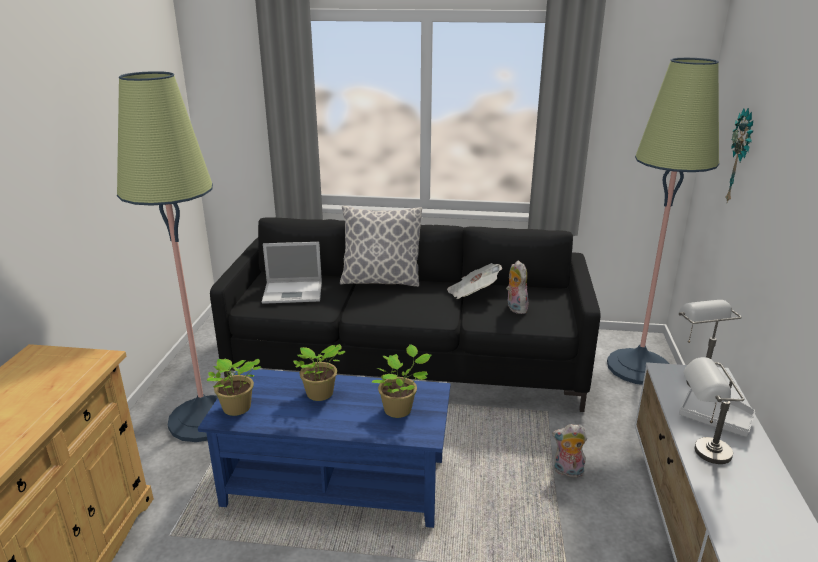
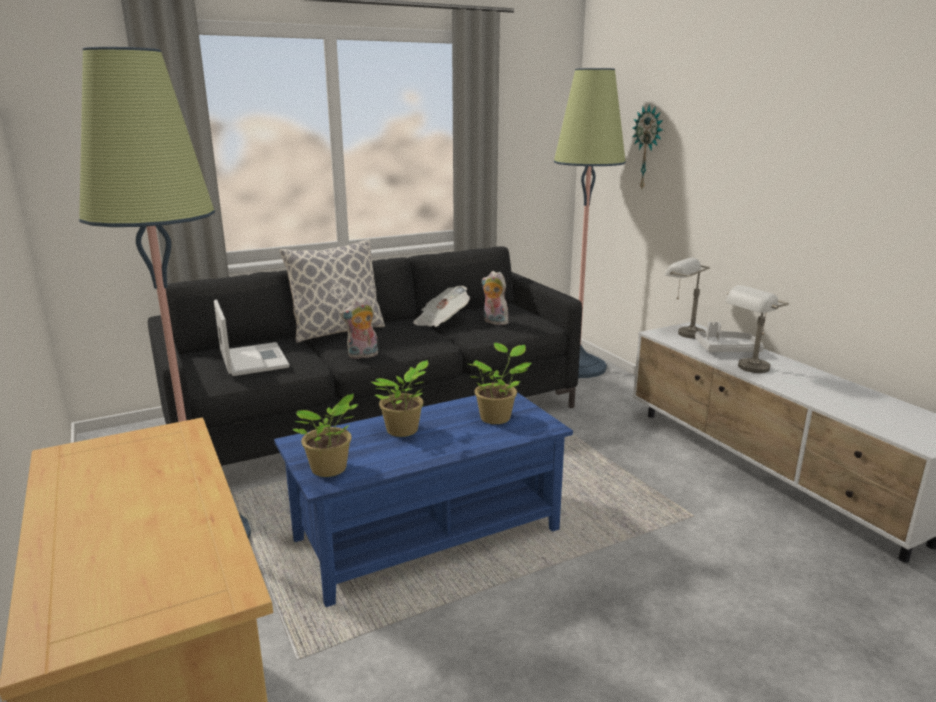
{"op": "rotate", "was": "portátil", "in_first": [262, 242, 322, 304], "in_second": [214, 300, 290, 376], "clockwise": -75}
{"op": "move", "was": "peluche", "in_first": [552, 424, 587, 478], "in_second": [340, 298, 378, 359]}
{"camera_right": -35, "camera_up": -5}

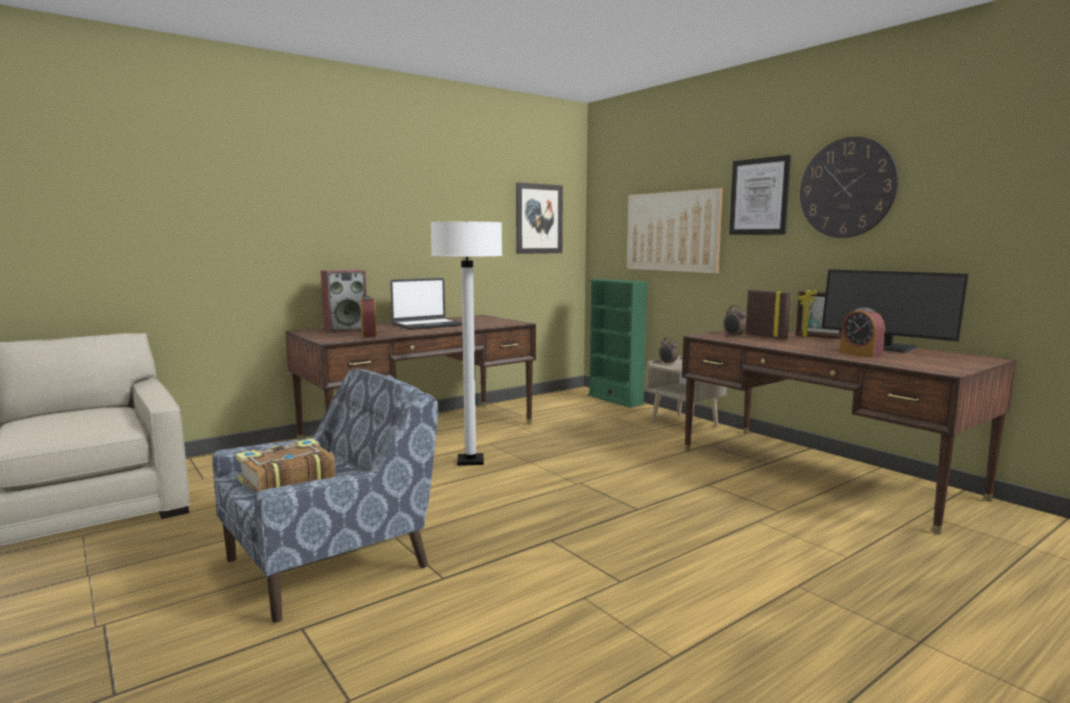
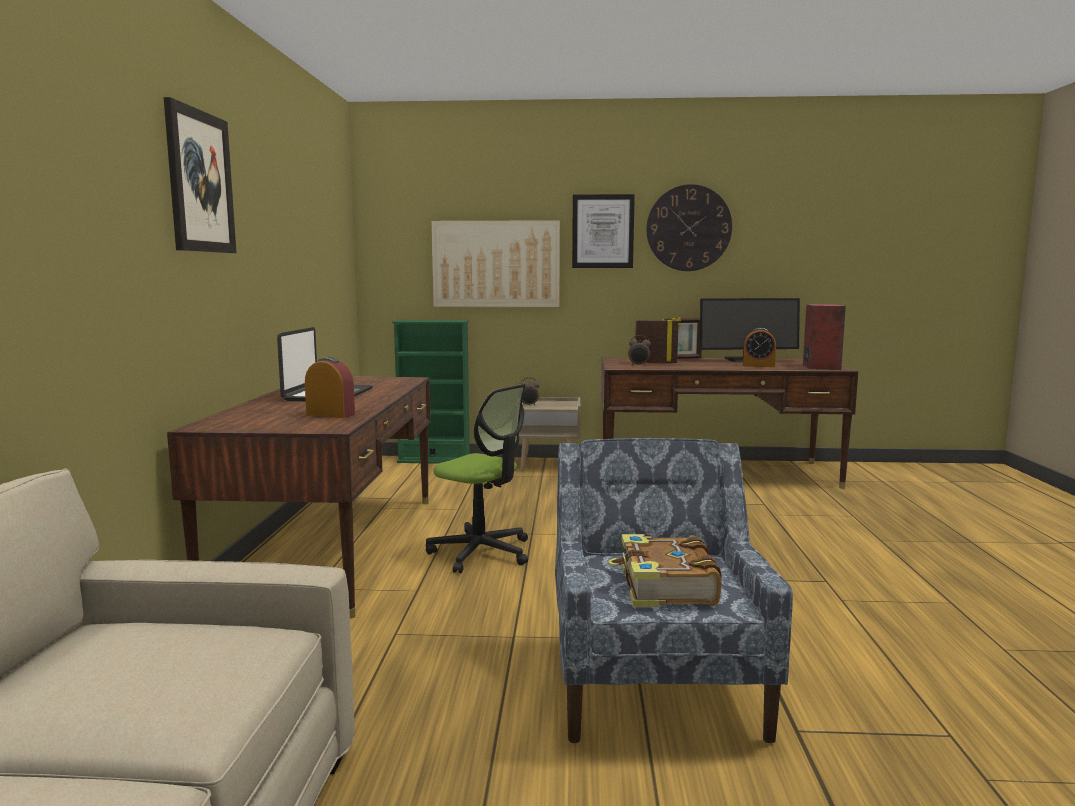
{"op": "move", "was": "altavoz", "in_first": [321, 270, 367, 333], "in_second": [803, 304, 846, 370]}
{"op": "replace", "was": "lámpara de pie [blanco]", "now": "silla de oficina", "in_first": [430, 221, 502, 466], "in_second": [426, 384, 528, 573]}
{"op": "move", "was": "cuadro", "in_first": [516, 183, 563, 254], "in_second": [163, 97, 236, 253]}
{"camera_right": -50, "camera_up": 0}

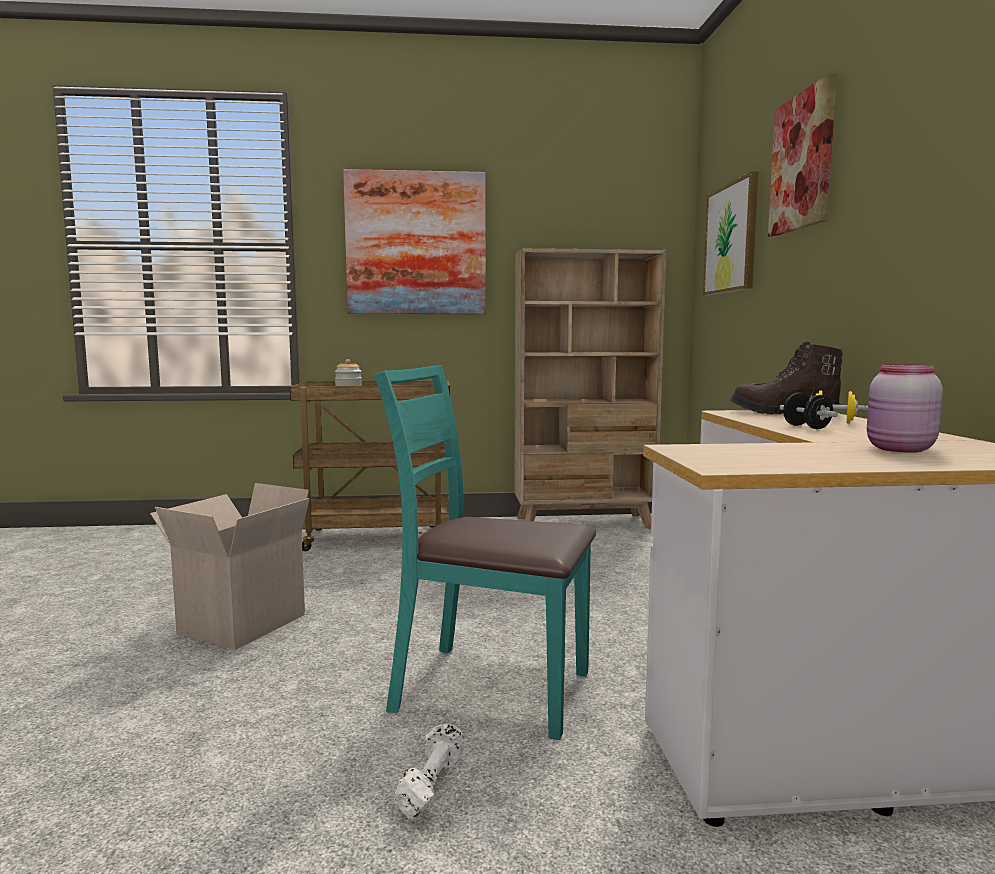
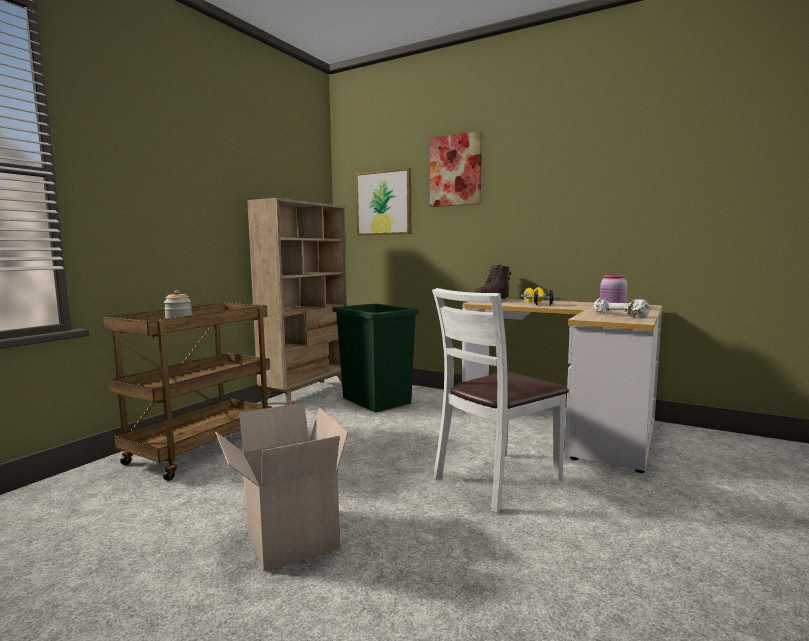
{"op": "delete", "was": "cuadro", "in_first": [343, 169, 486, 314]}
{"op": "recolor", "was": "silla [turquesa]", "now": "silla [blanco]", "in_first": [374, 365, 596, 740], "in_second": [432, 288, 569, 513]}
{"op": "move", "was": "mancuerna [blanco]", "in_first": [395, 723, 465, 820], "in_second": [594, 298, 651, 317]}
{"op": "insert", "now": "papelera [verde]", "in_second": [332, 304, 419, 412]}
{"camera_right": -55, "camera_up": 0}

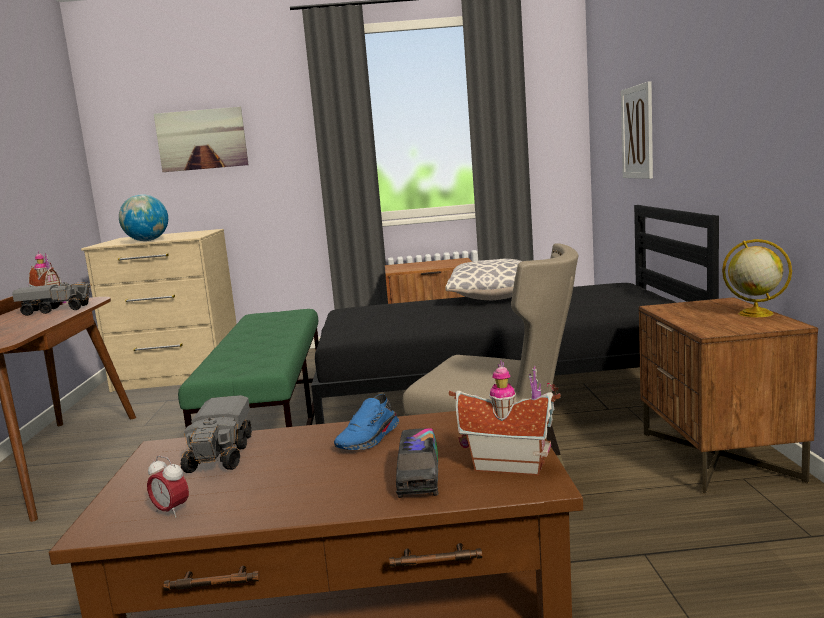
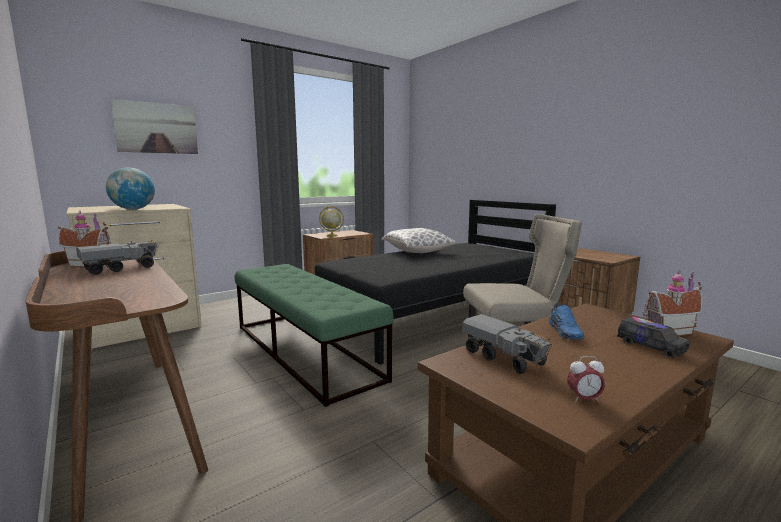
{"op": "delete", "was": "cuadro", "in_first": [621, 81, 653, 179]}
{"op": "move", "was": "globo terráqueo", "in_first": [722, 239, 792, 317], "in_second": [319, 206, 344, 237]}
{"camera_right": -35, "camera_up": 0}

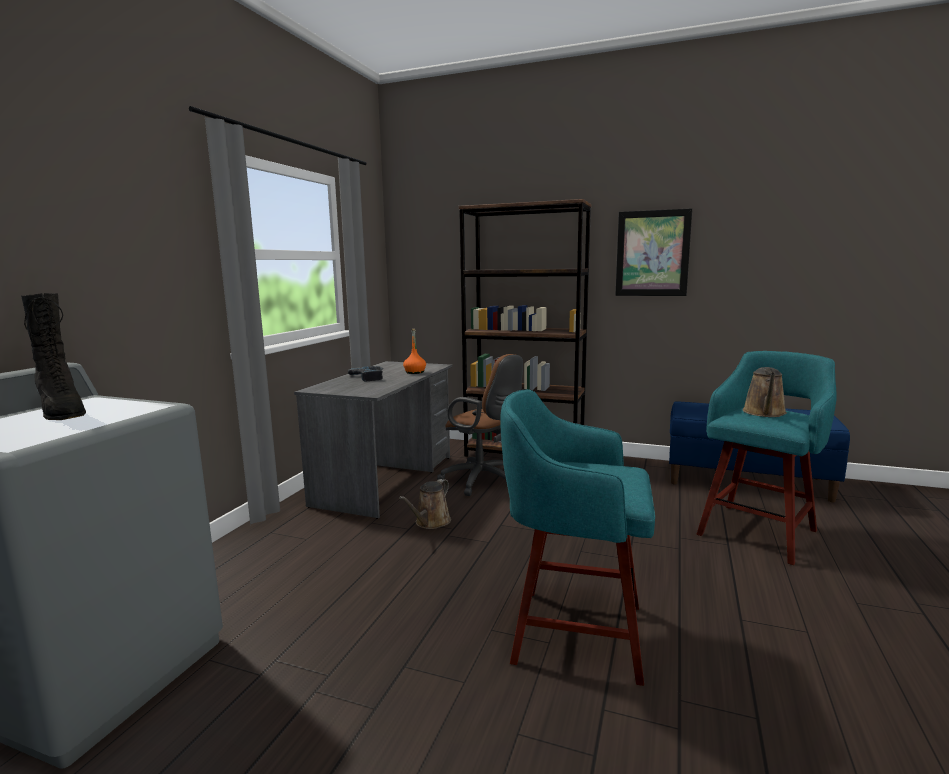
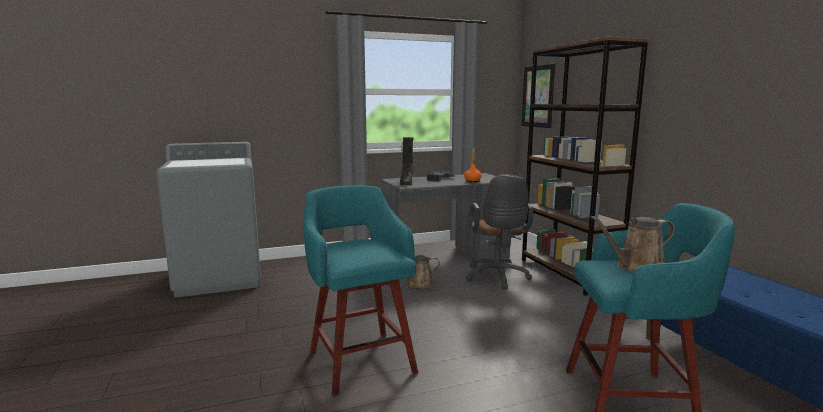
{"op": "move", "was": "bota [negro]", "in_first": [21, 293, 86, 420], "in_second": [400, 137, 414, 185]}
{"op": "move", "was": "cuadro", "in_first": [615, 208, 692, 296], "in_second": [522, 63, 555, 128]}
{"camera_right": 50, "camera_up": 0}

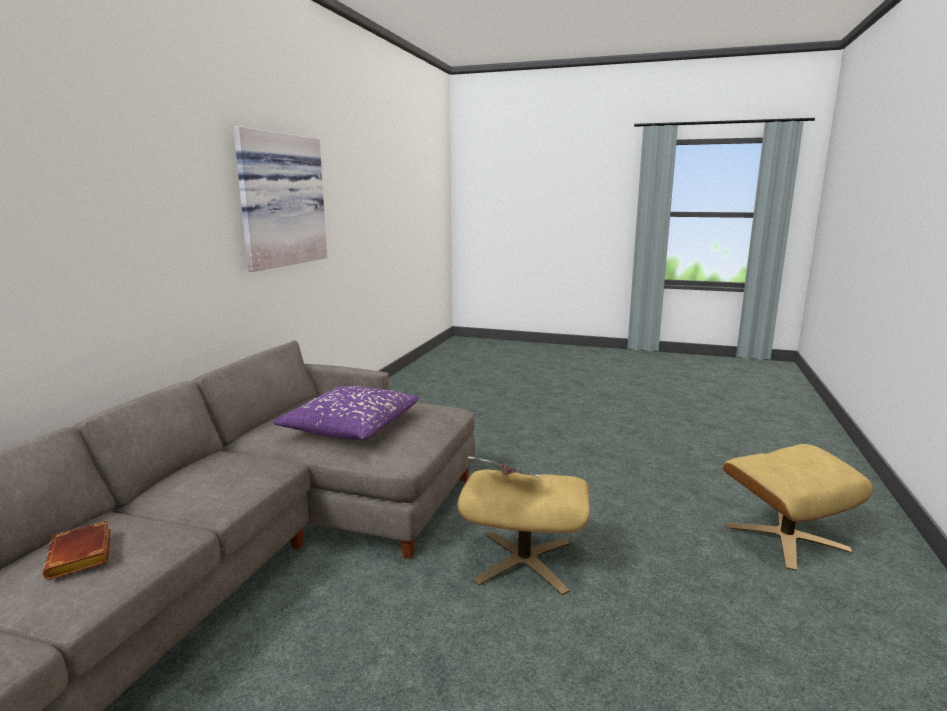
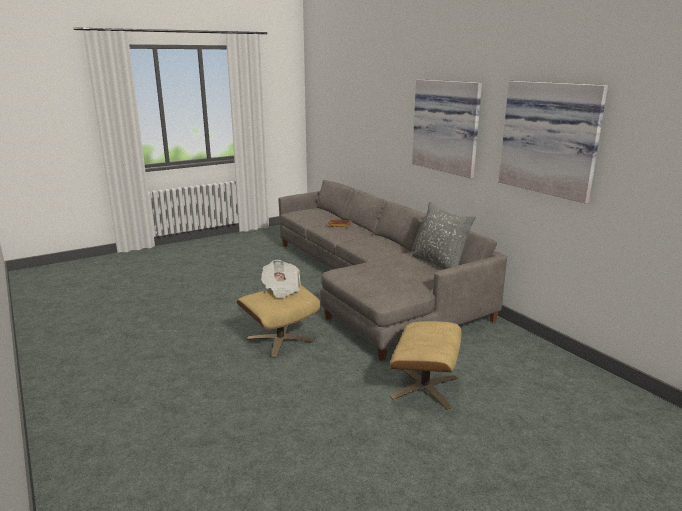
{"op": "delete", "was": "cojín [morado]", "in_first": [273, 386, 419, 440]}
{"op": "move", "was": "puf [beis]", "in_first": [723, 444, 873, 571], "in_second": [390, 321, 462, 410]}
{"op": "insert", "now": "cuadro", "in_second": [412, 79, 482, 178]}
{"op": "insert", "now": "cojín [gris]", "in_second": [412, 202, 476, 269]}
{"camera_right": 130, "camera_up": 5}

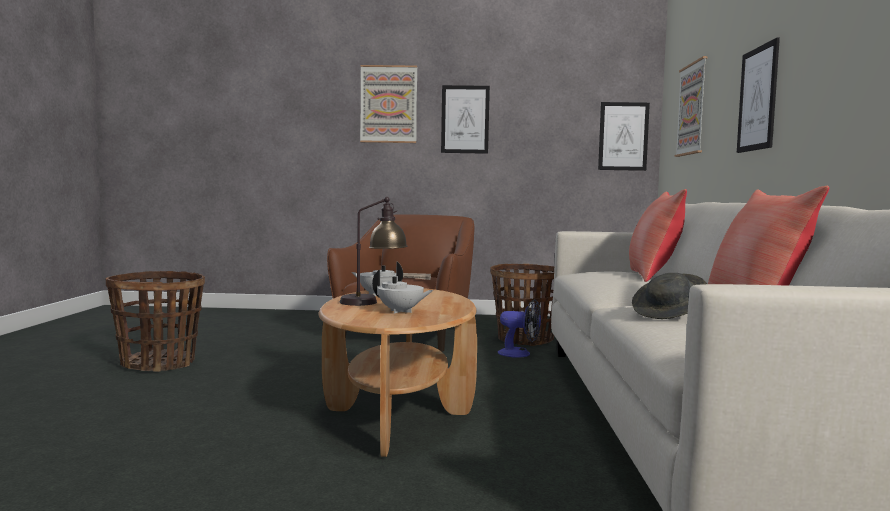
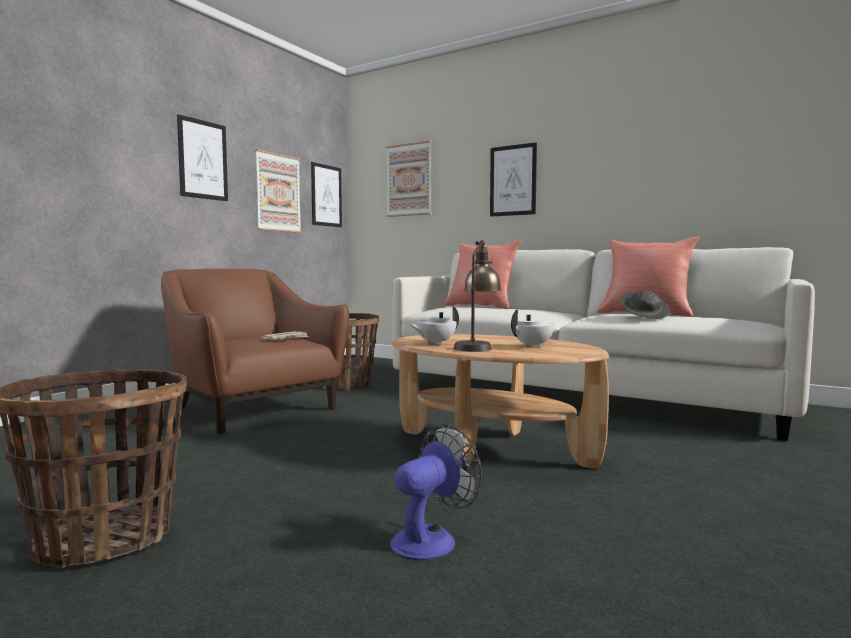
{"op": "move", "was": "cuadro", "in_first": [360, 65, 417, 143], "in_second": [255, 149, 302, 233]}
{"op": "move", "was": "ventilador", "in_first": [498, 299, 541, 358], "in_second": [390, 424, 482, 560]}
{"camera_right": -60, "camera_up": 0}

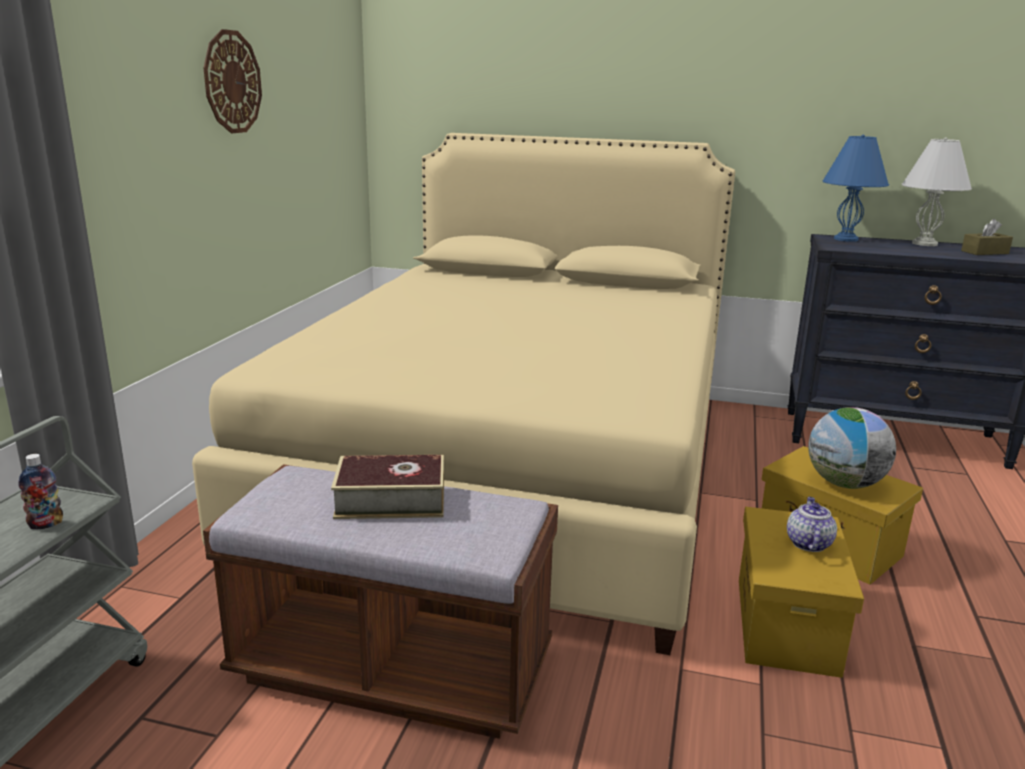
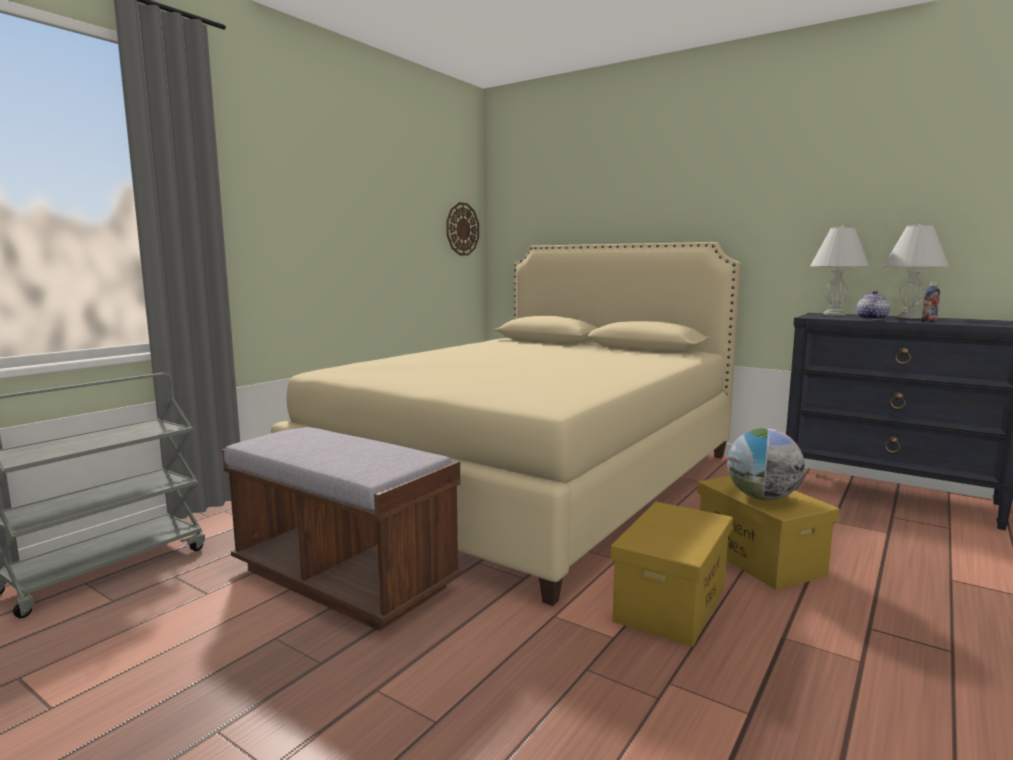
{"op": "move", "was": "botella", "in_first": [18, 454, 63, 529], "in_second": [922, 282, 940, 322]}
{"op": "move", "was": "reloj de pared", "in_first": [204, 29, 262, 133], "in_second": [446, 202, 479, 256]}
{"op": "delete", "was": "libro", "in_first": [331, 455, 444, 519]}
{"op": "move", "was": "tetera", "in_first": [787, 497, 837, 552], "in_second": [857, 291, 890, 320]}
{"op": "recolor", "was": "lámpara de mesa [azul]", "now": "lámpara de mesa [blanco]", "in_first": [823, 135, 889, 242], "in_second": [810, 226, 870, 316]}
{"op": "delete", "was": "caja de pañuelos [marrón]", "in_first": [961, 219, 1013, 255]}
{"camera_right": 20, "camera_up": -10}

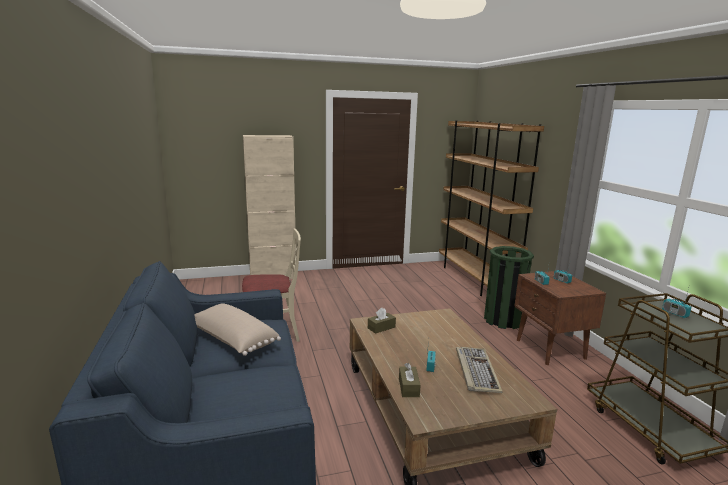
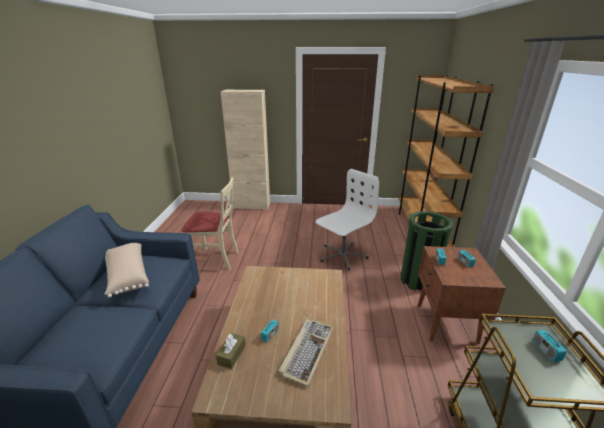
{"op": "delete", "was": "caja de pañuelos [marrón]", "in_first": [368, 308, 396, 334]}
{"op": "insert", "now": "silla de oficina [blanco]", "in_second": [316, 169, 379, 271]}
{"camera_right": 20, "camera_up": 10}

